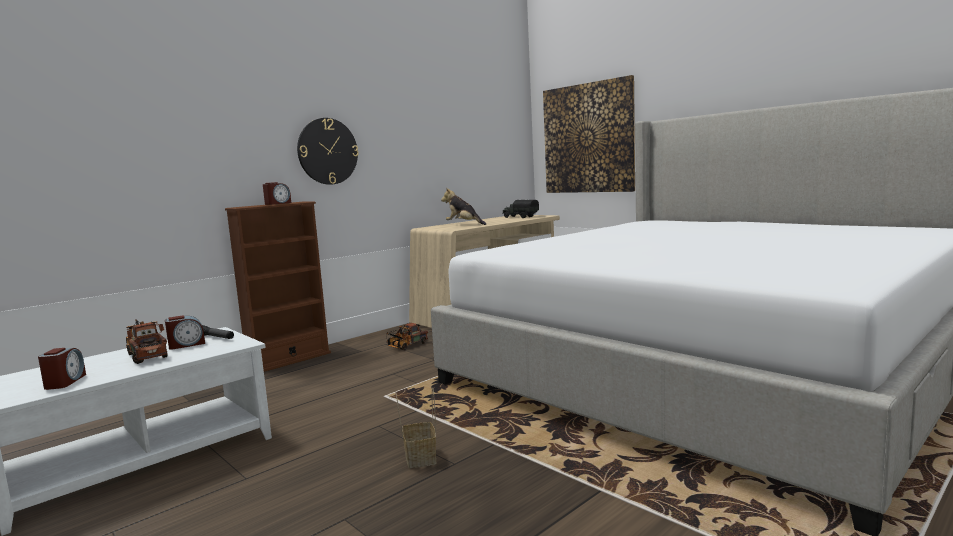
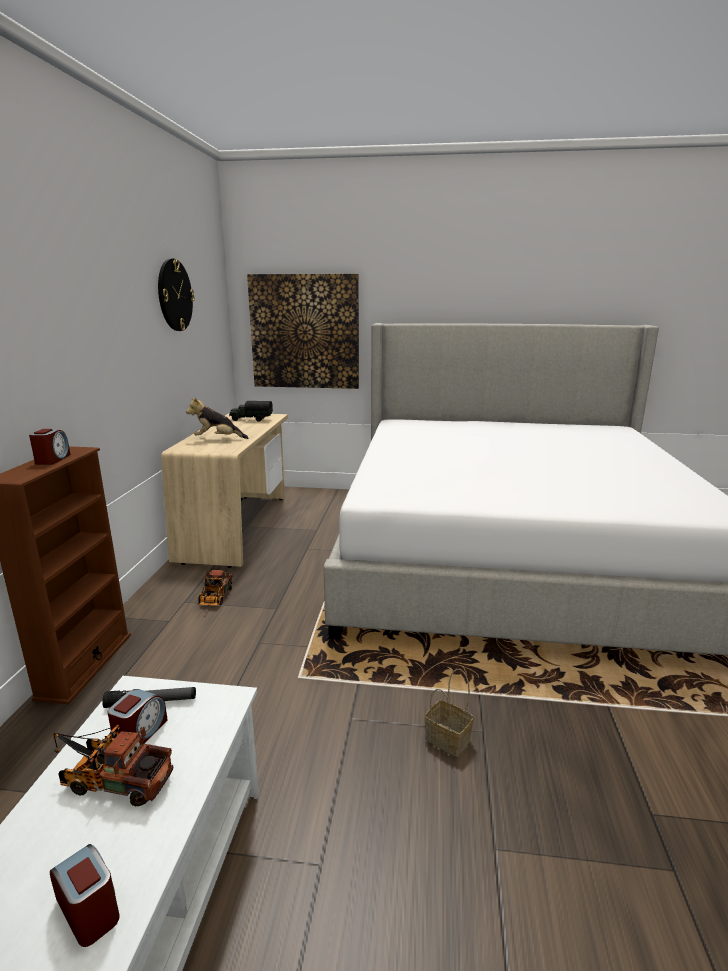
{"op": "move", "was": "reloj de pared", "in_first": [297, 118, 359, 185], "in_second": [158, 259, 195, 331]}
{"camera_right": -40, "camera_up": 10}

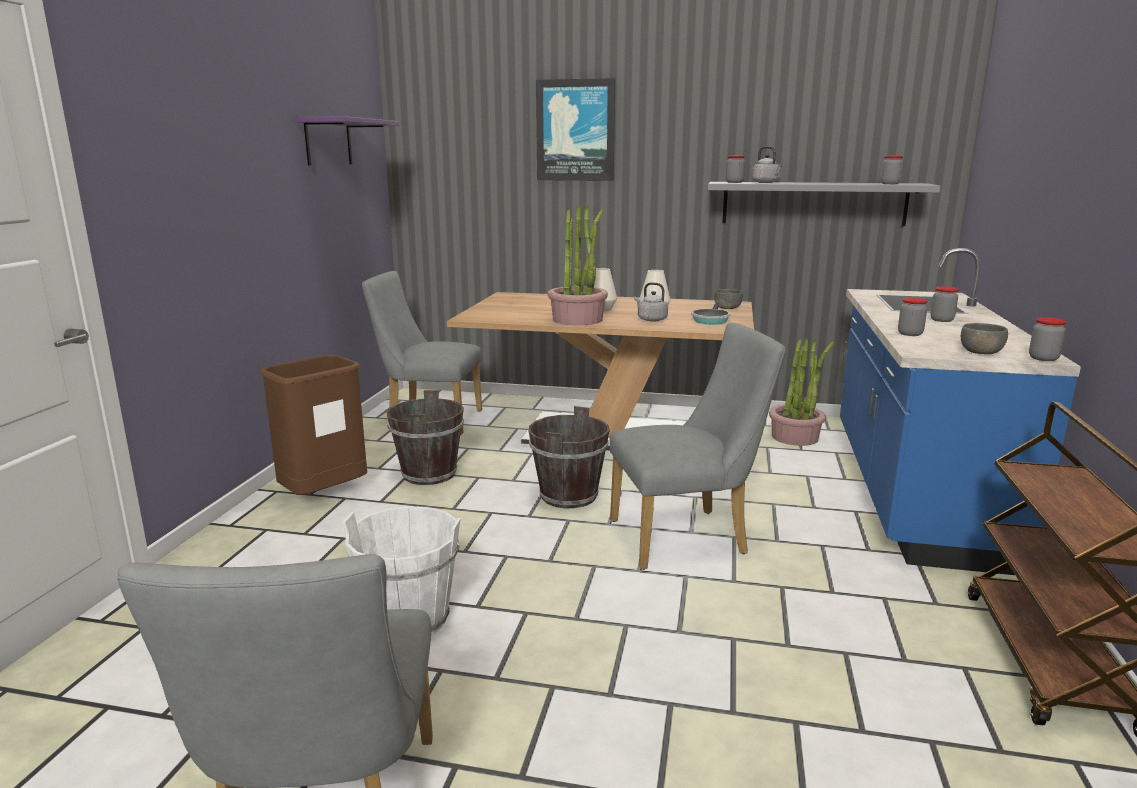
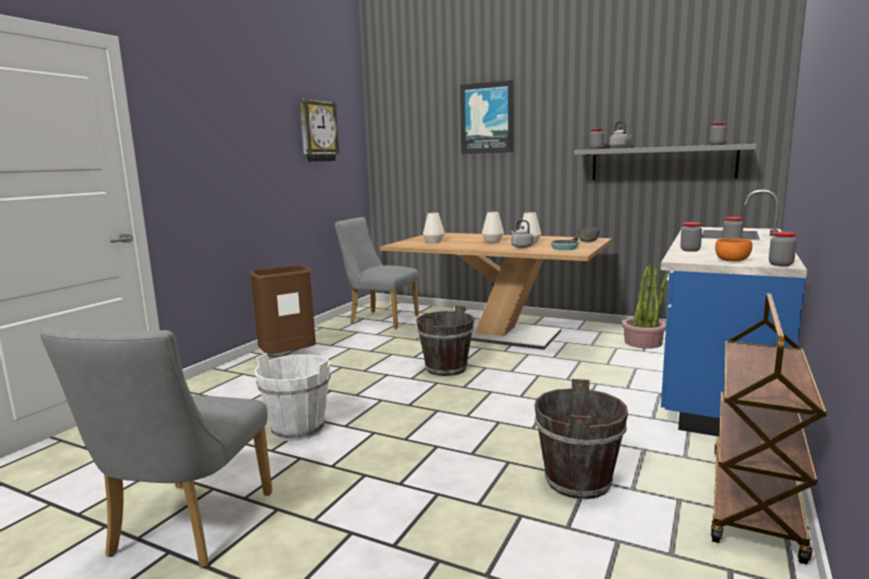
{"op": "replace", "was": "estante [morado]", "now": "reloj de pared", "in_first": [294, 116, 400, 165], "in_second": [299, 98, 340, 162]}
{"op": "move", "was": "cubo [marrón]", "in_first": [387, 390, 464, 485], "in_second": [534, 379, 628, 499]}
{"op": "delete", "was": "planta en maceta", "in_first": [548, 204, 608, 325]}
{"op": "delete", "was": "silla [gris]", "in_first": [609, 323, 785, 570]}
{"op": "recolor", "was": "cuenco [gris]", "now": "cuenco [naranja]", "in_first": [961, 323, 1008, 354], "in_second": [715, 238, 752, 262]}
{"op": "insert", "now": "florero [blanco]", "in_second": [423, 213, 445, 243]}
{"camera_right": 15, "camera_up": -5}

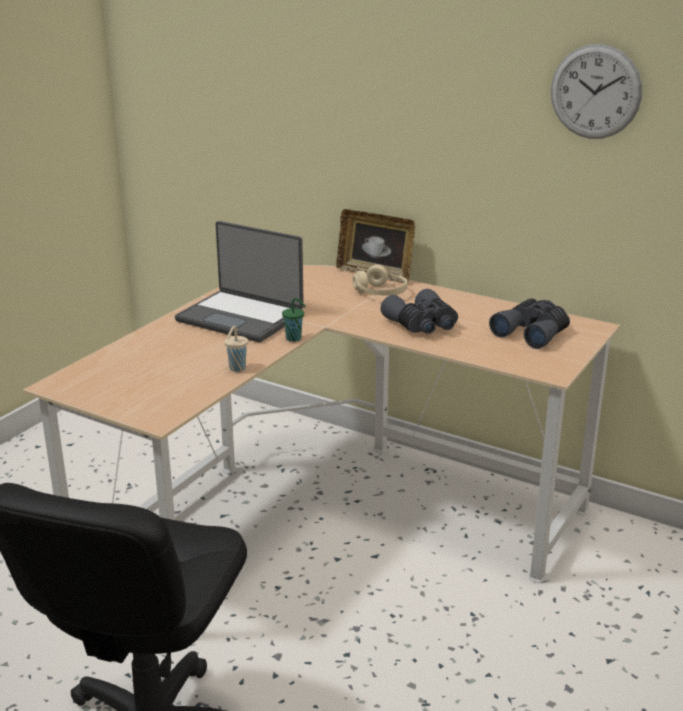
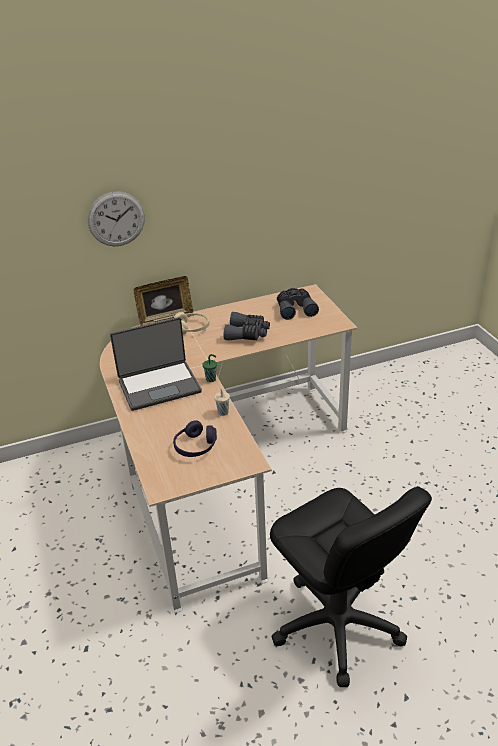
{"op": "move", "was": "reloj de pared", "in_first": [551, 44, 642, 139], "in_second": [88, 191, 145, 246]}
{"op": "insert", "now": "auriculares [morado]", "in_second": [173, 420, 217, 457]}
{"camera_right": -50, "camera_up": 10}

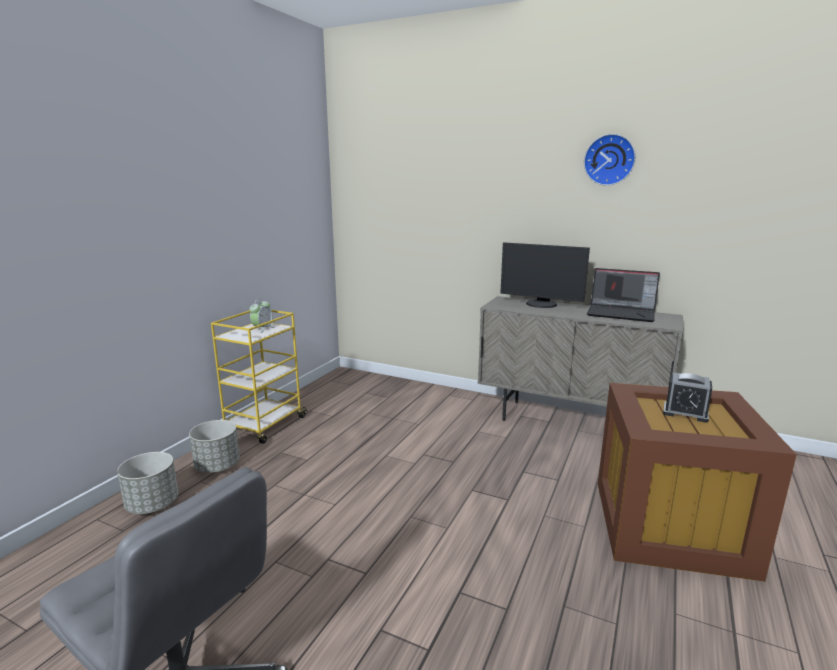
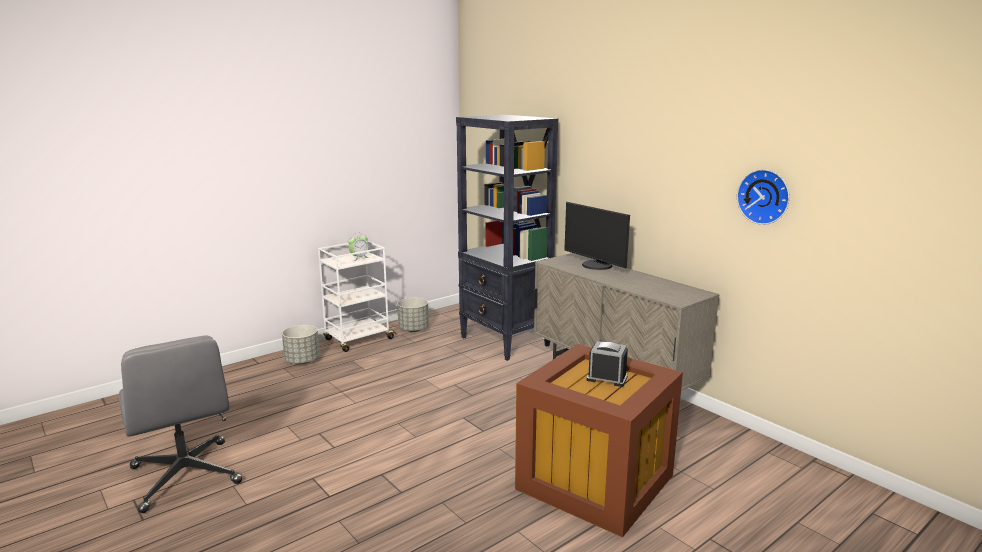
{"op": "move", "was": "maceta [gris]", "in_first": [117, 452, 179, 514], "in_second": [397, 298, 429, 332]}
{"op": "recolor", "was": "carrito [amarillo]", "now": "carrito [blanco]", "in_first": [211, 310, 308, 444], "in_second": [318, 241, 396, 352]}
{"op": "move", "was": "reloj de pared", "in_first": [584, 134, 636, 186], "in_second": [737, 169, 790, 225]}
{"op": "delete", "was": "portátil", "in_first": [586, 268, 660, 322]}
{"op": "rotate", "was": "despertador", "in_first": [663, 372, 712, 423], "in_second": [587, 341, 628, 387], "clockwise": 150}
{"op": "insert", "now": "estantería [negro]", "in_second": [456, 115, 558, 361]}
{"camera_right": 25, "camera_up": 0}

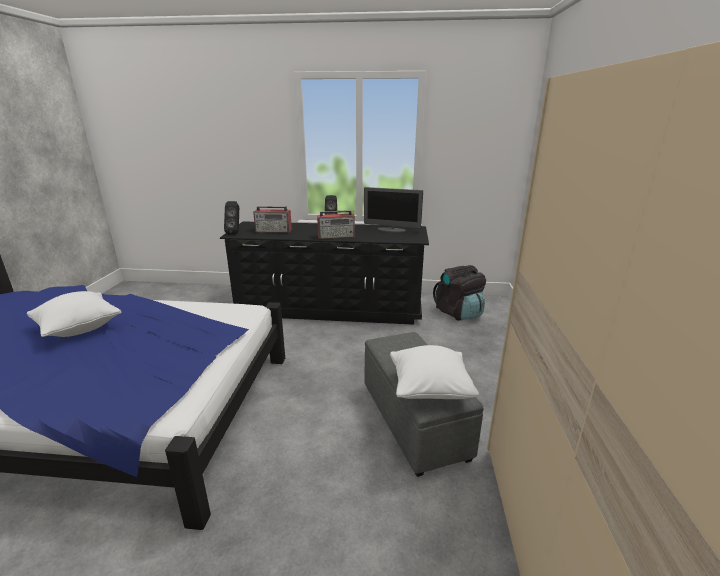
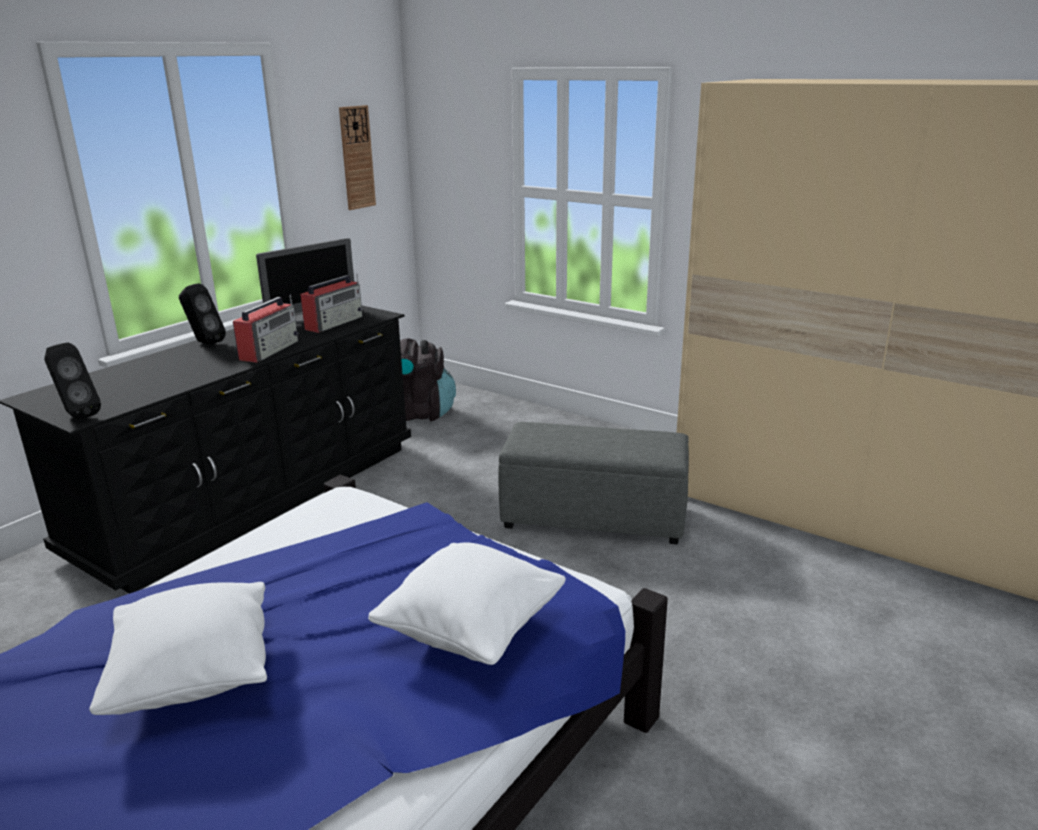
{"op": "move", "was": "radio", "in_first": [253, 206, 292, 233], "in_second": [300, 274, 363, 333]}
{"op": "move", "was": "cojín [blanco]", "in_first": [390, 345, 479, 399], "in_second": [368, 543, 566, 665]}
{"op": "insert", "now": "reloj de pared", "in_second": [339, 105, 376, 210]}
{"camera_right": -60, "camera_up": 0}

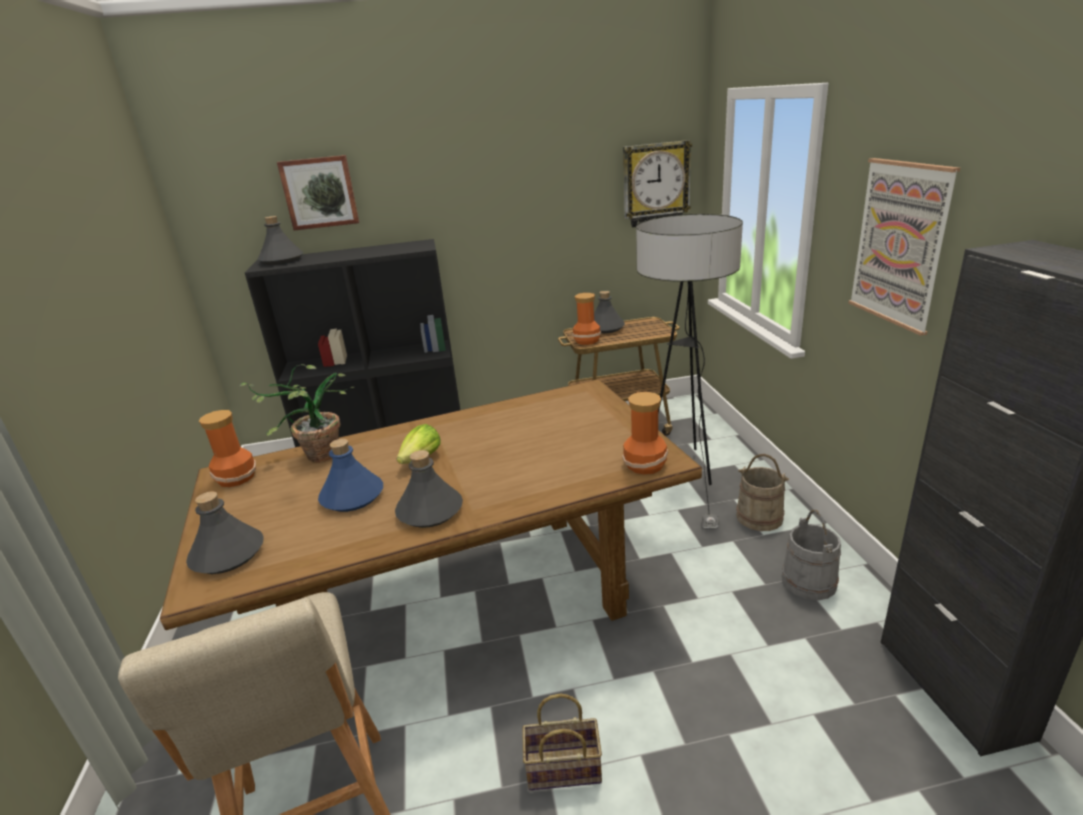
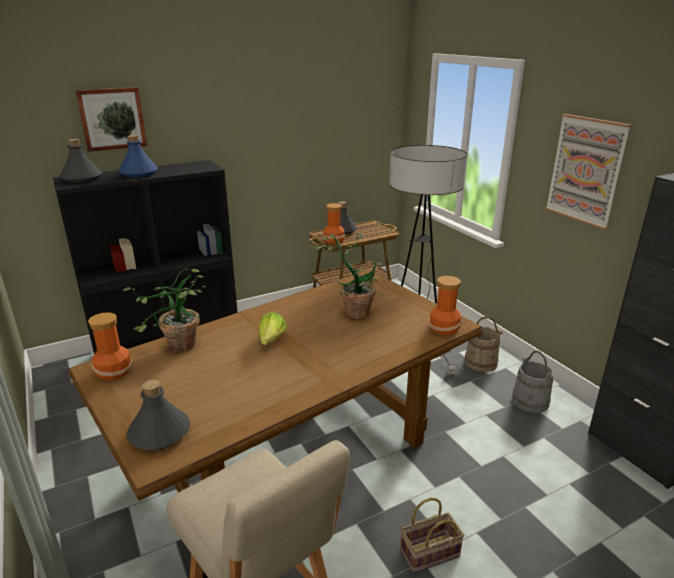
{"op": "move", "was": "botella [azul]", "in_first": [318, 439, 383, 512], "in_second": [118, 135, 158, 177]}
{"op": "delete", "was": "botella [gris]", "in_first": [395, 450, 463, 528]}
{"op": "delete", "was": "reloj de pared", "in_first": [623, 140, 692, 227]}
{"op": "insert", "now": "planta en maceta", "in_second": [314, 233, 384, 319]}
{"camera_right": -20, "camera_up": 0}

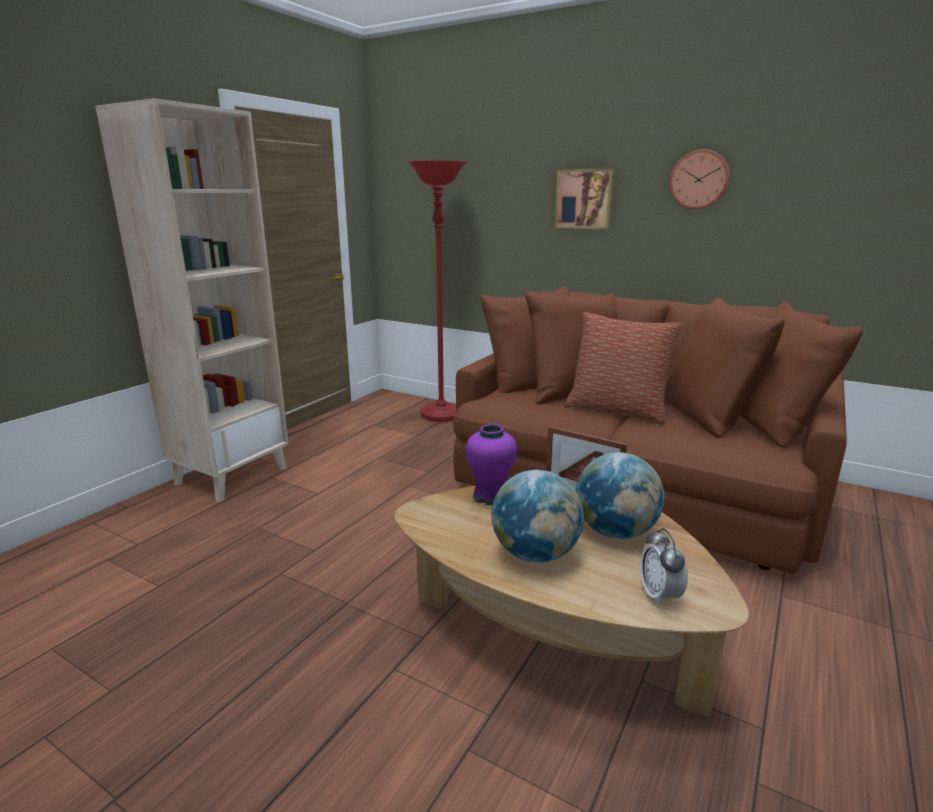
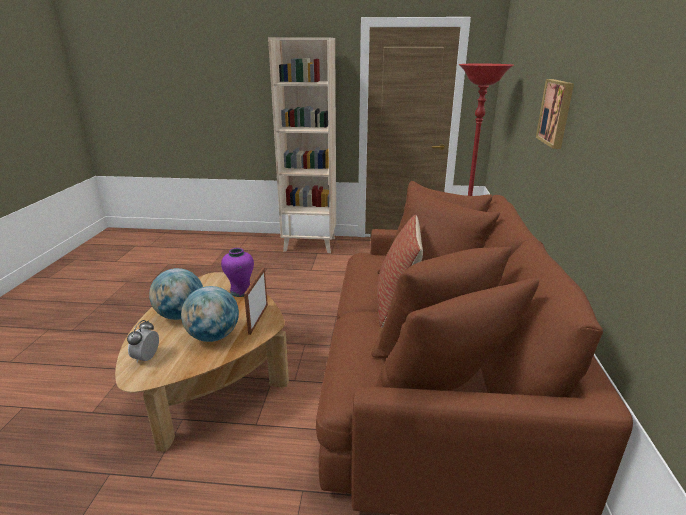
{"op": "rotate", "was": "despertador", "in_first": [640, 528, 688, 606], "in_second": [127, 320, 159, 363], "clockwise": -45}
{"op": "delete", "was": "reloj de pared", "in_first": [670, 149, 730, 209]}
{"camera_right": 65, "camera_up": 5}

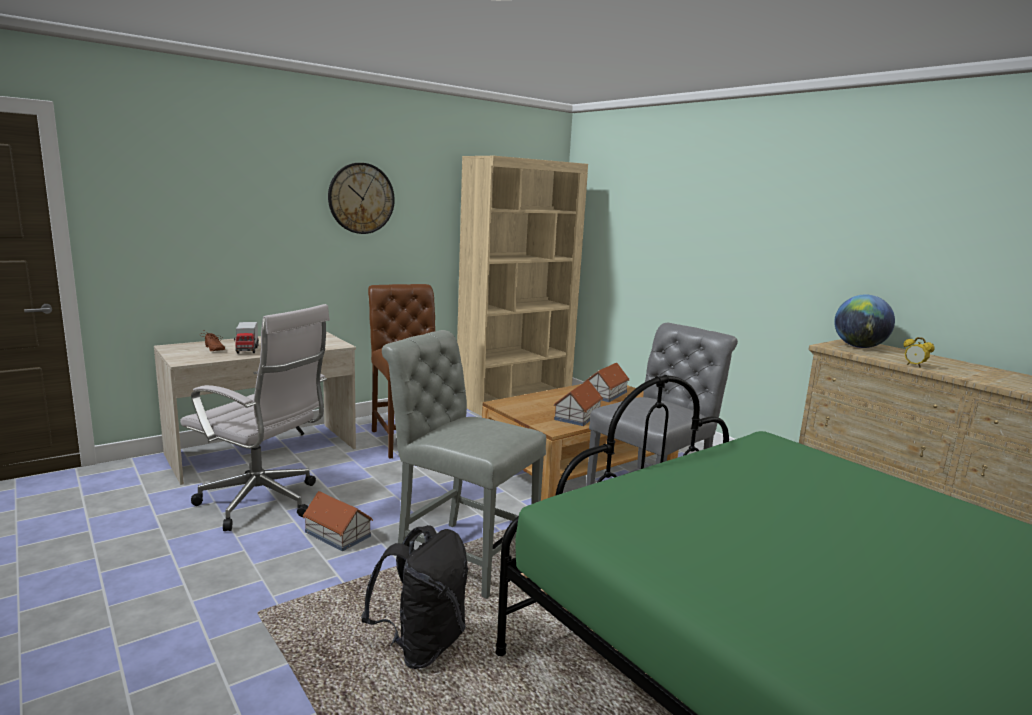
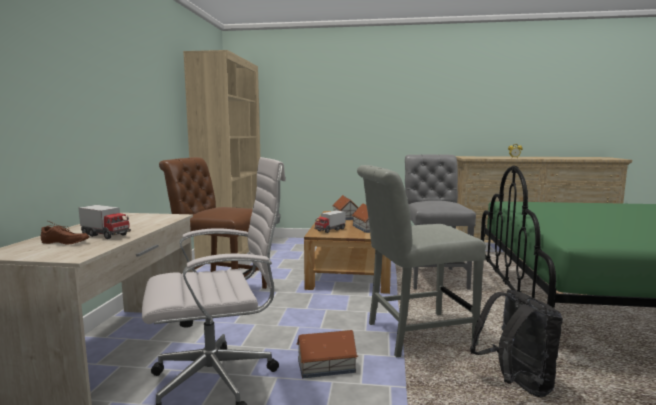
{"op": "delete", "was": "reloj de pared", "in_first": [328, 163, 395, 234]}
{"op": "delete", "was": "globo terráqueo", "in_first": [834, 295, 895, 348]}
{"op": "insert", "now": "camión de juguete", "in_second": [314, 210, 346, 233]}
{"camera_right": -45, "camera_up": -5}

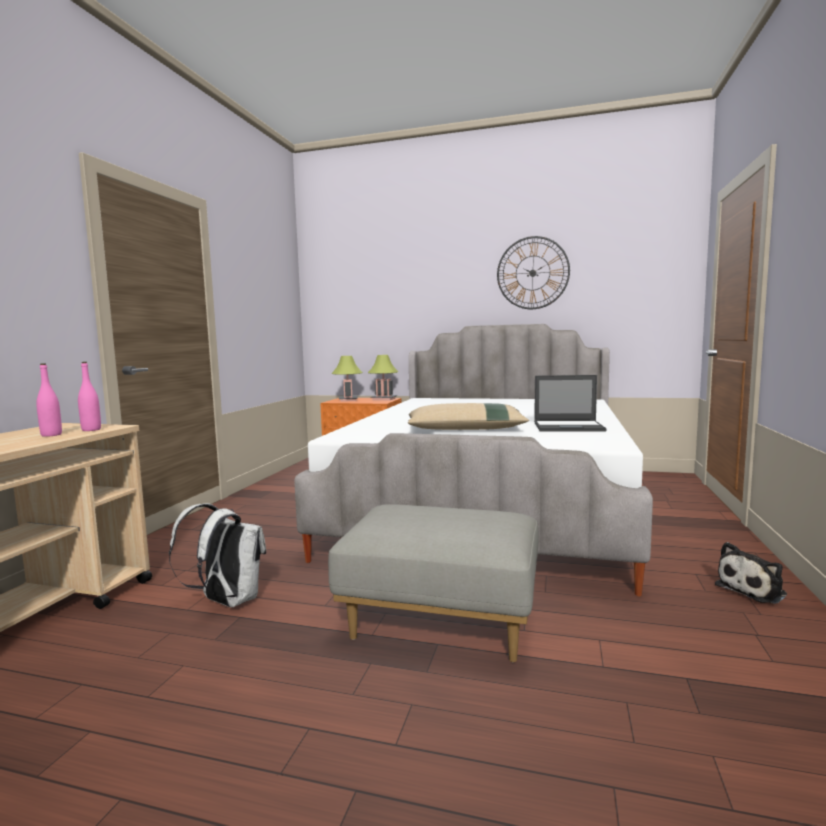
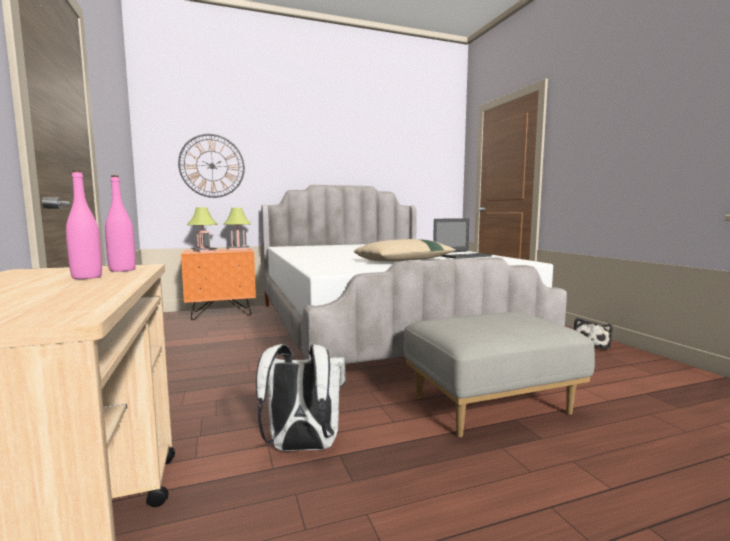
{"op": "move", "was": "reloj de pared", "in_first": [497, 236, 570, 309], "in_second": [178, 134, 245, 198]}
{"camera_right": -35, "camera_up": 0}

